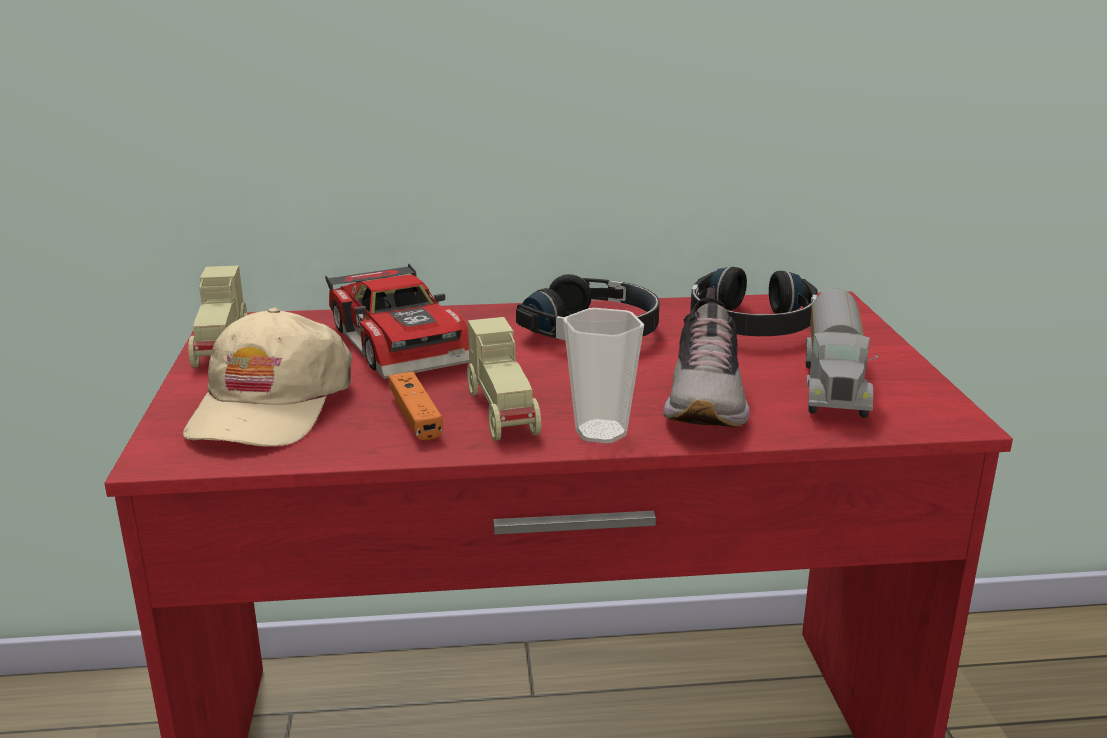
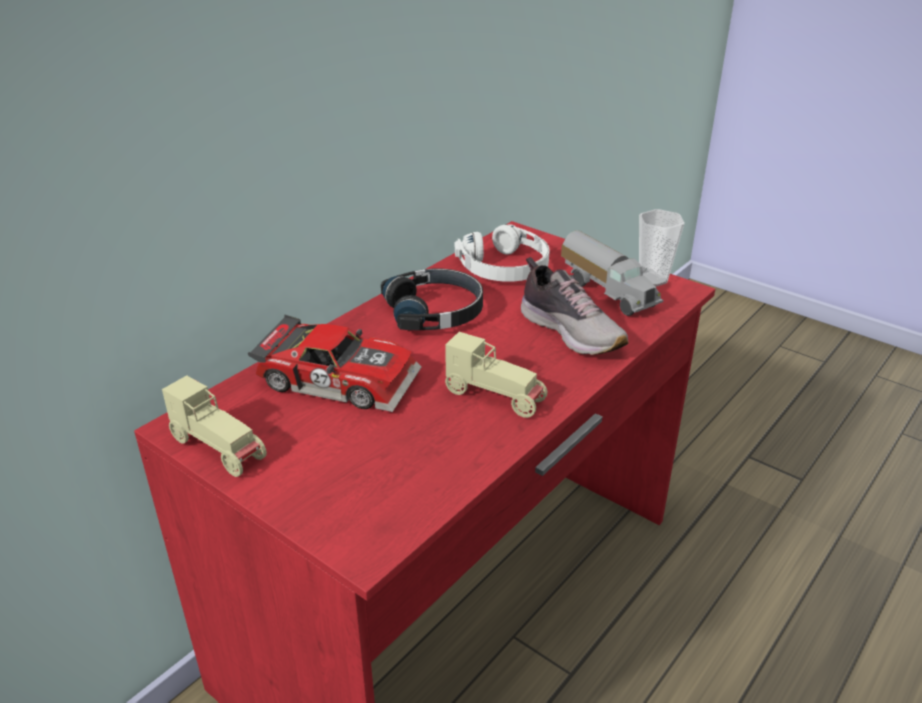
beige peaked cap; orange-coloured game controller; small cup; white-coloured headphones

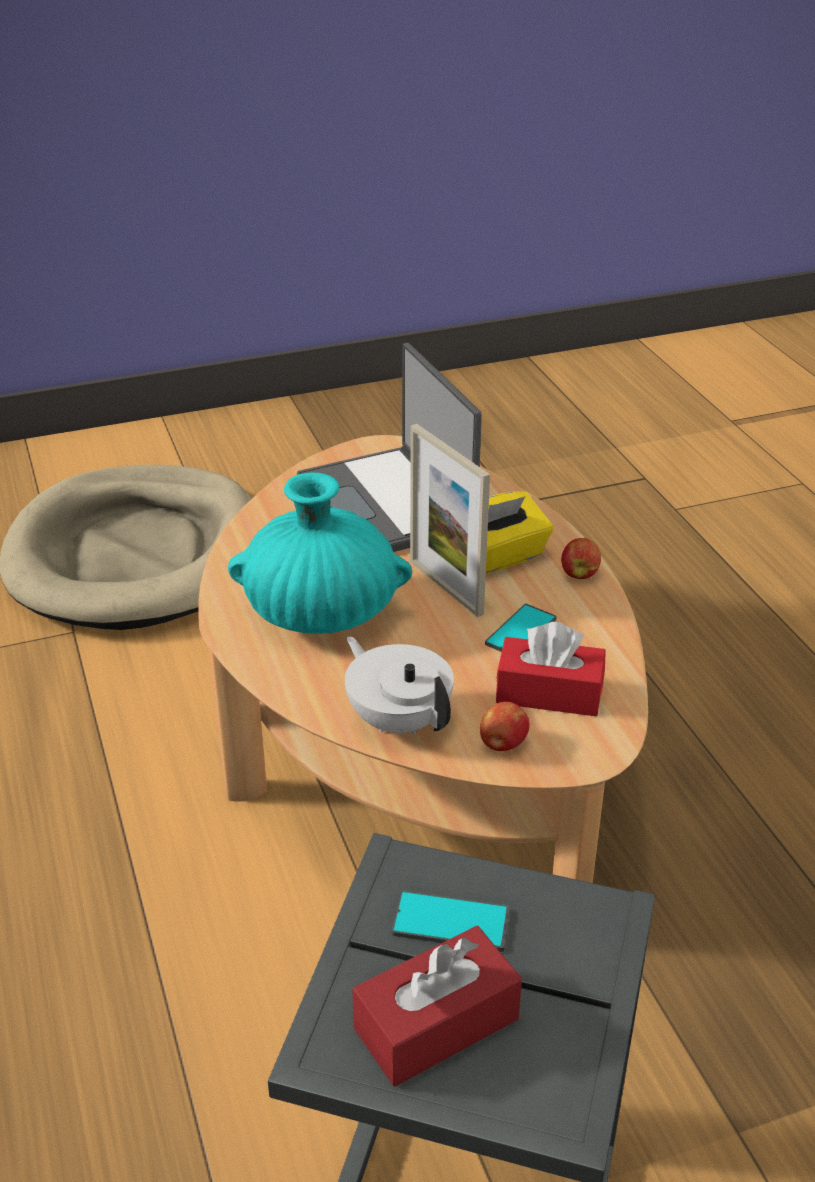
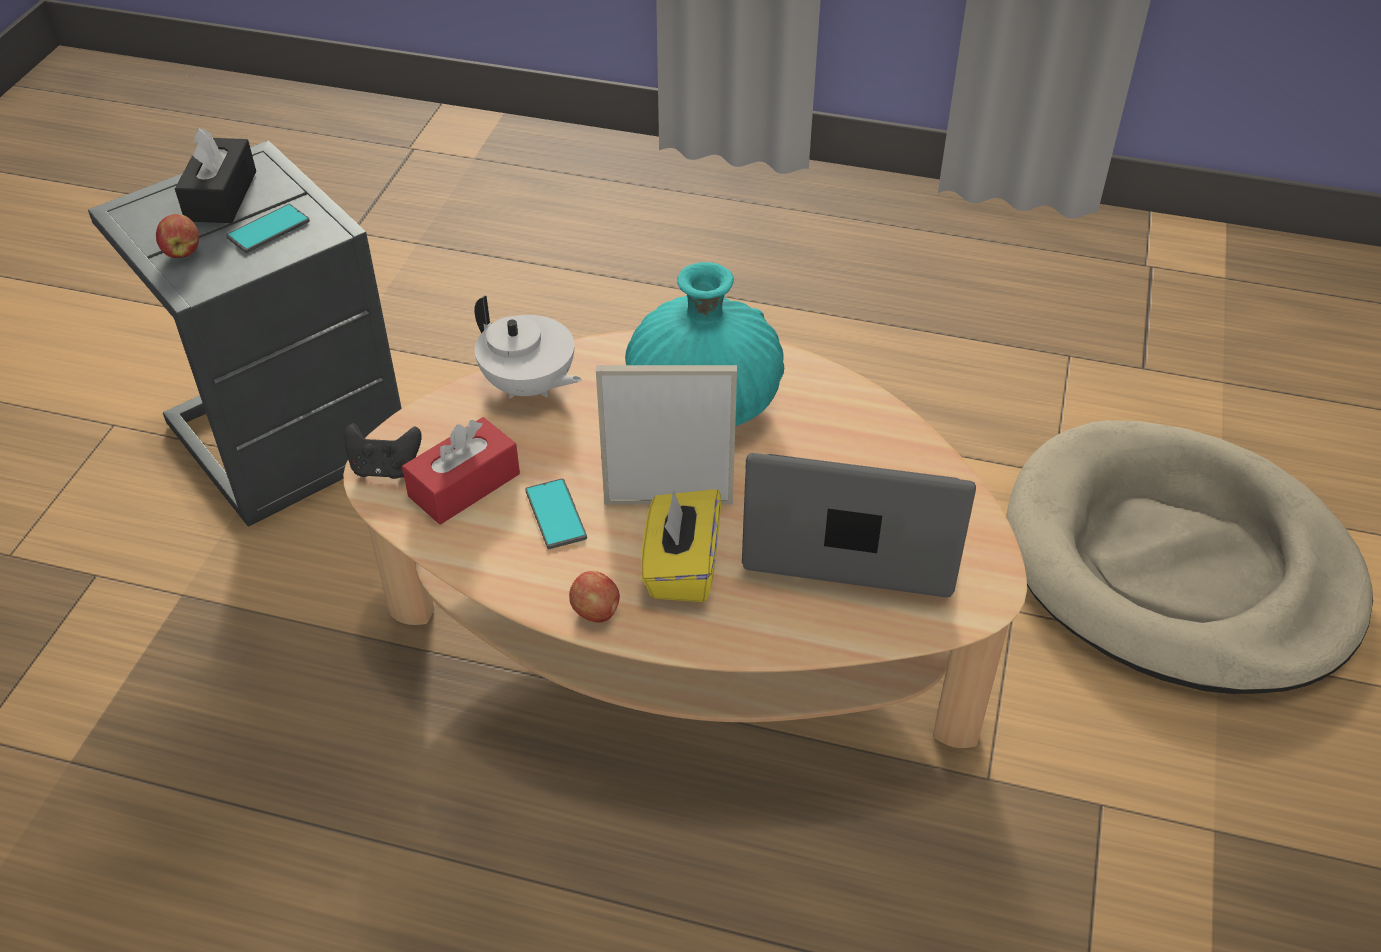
white-coloured tea pot; black tissue holder; whole apple (1st from left); black game controller

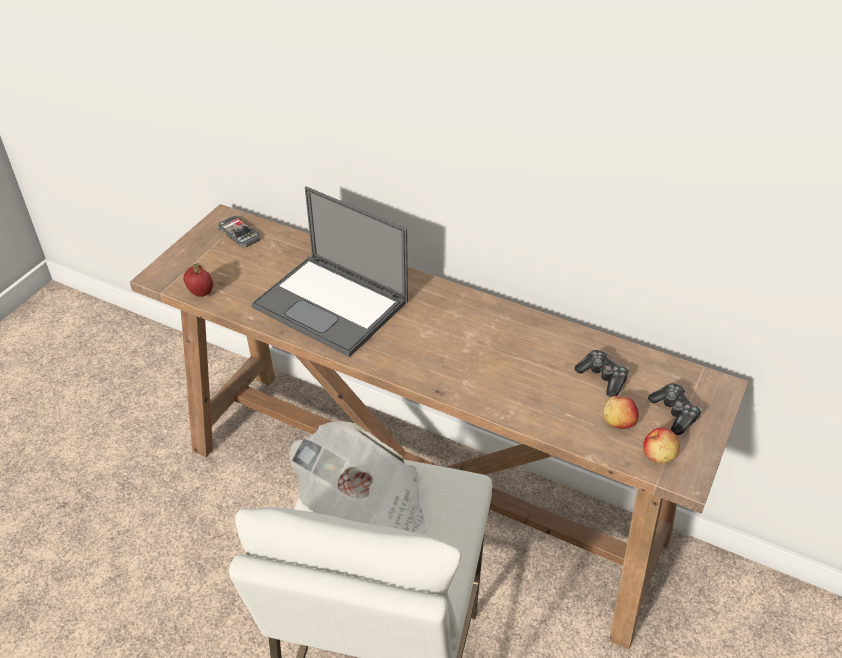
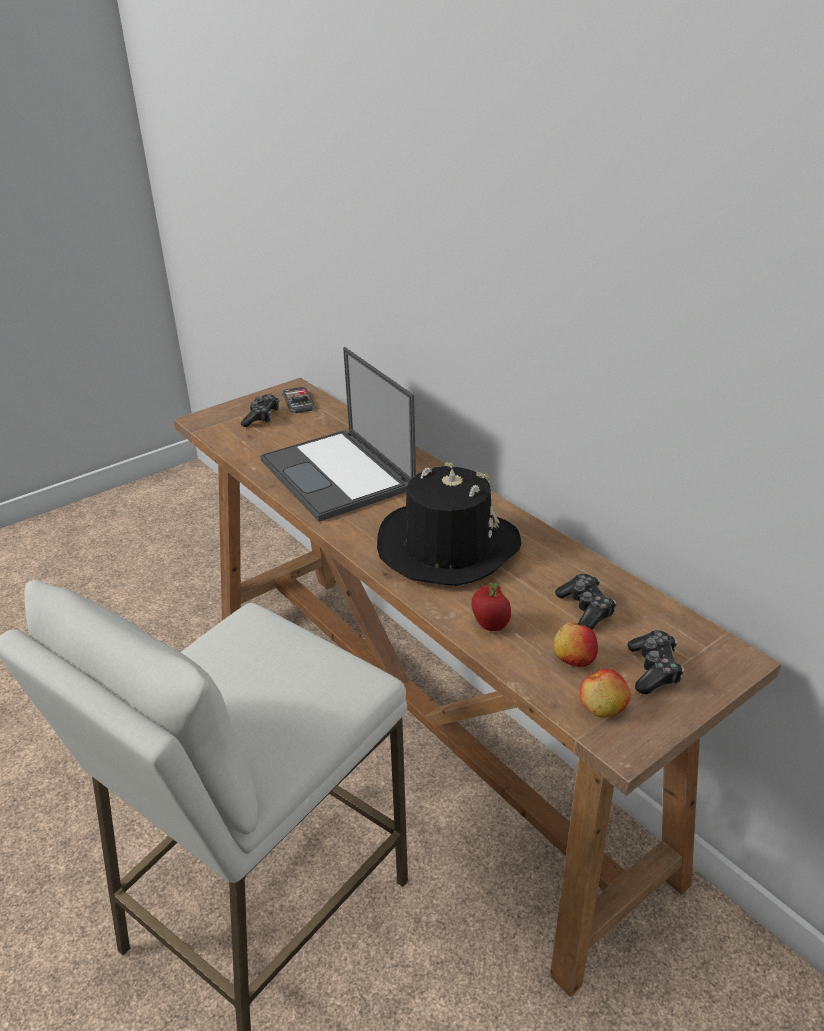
whole apple (1st from left); daily paper; game controller (1st from left); black clothing hat

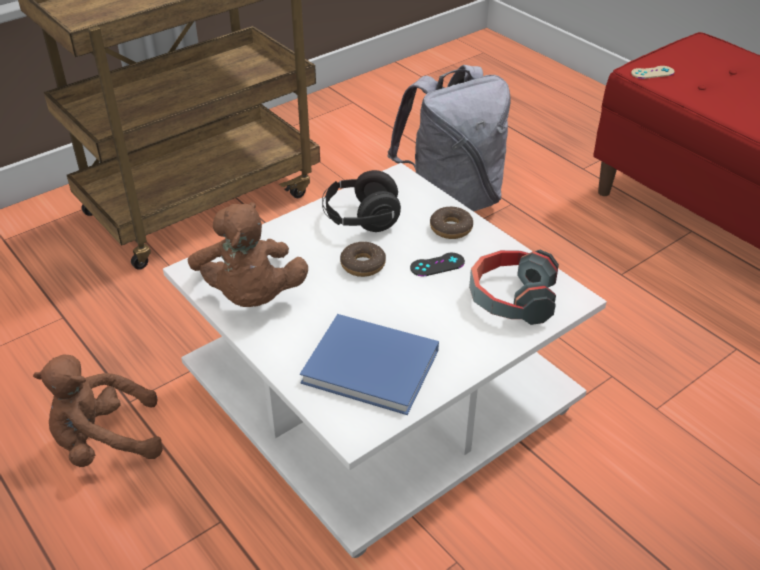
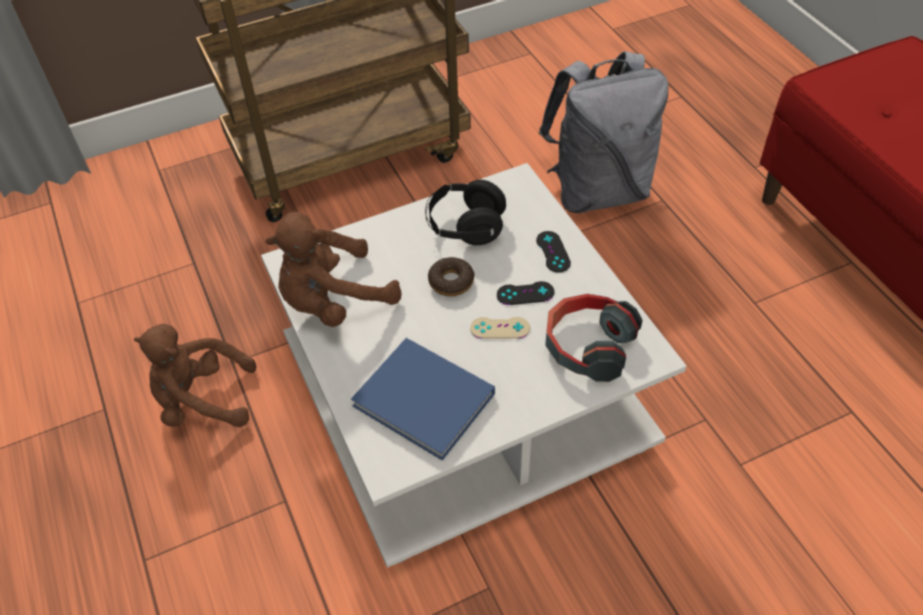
brownish plush toy (2nd from left); black game controller (2nd from left); beige game controller

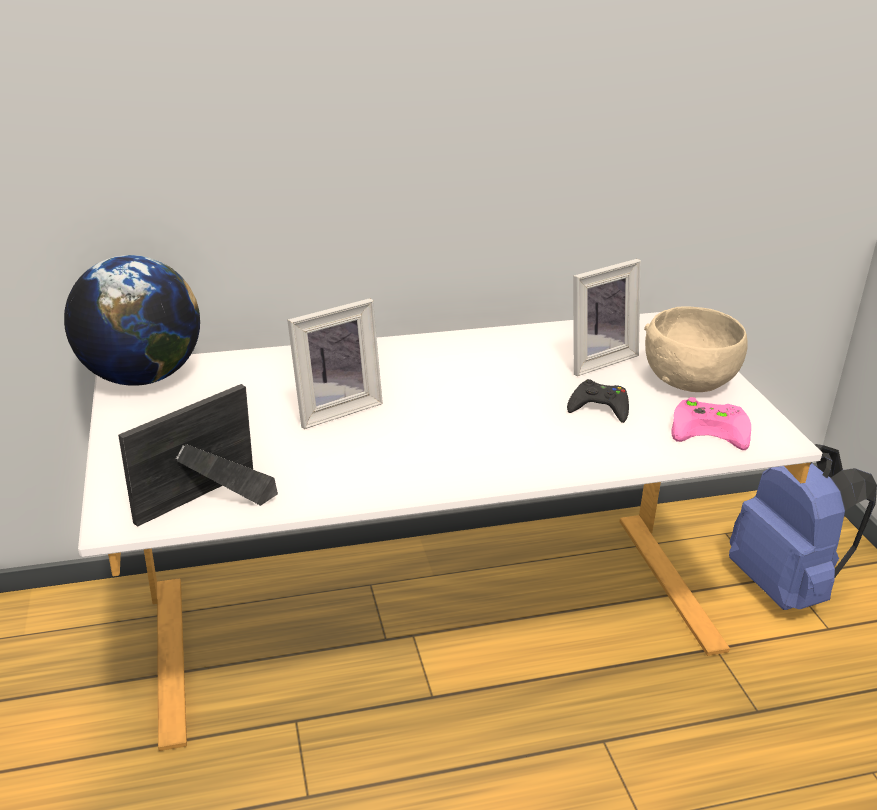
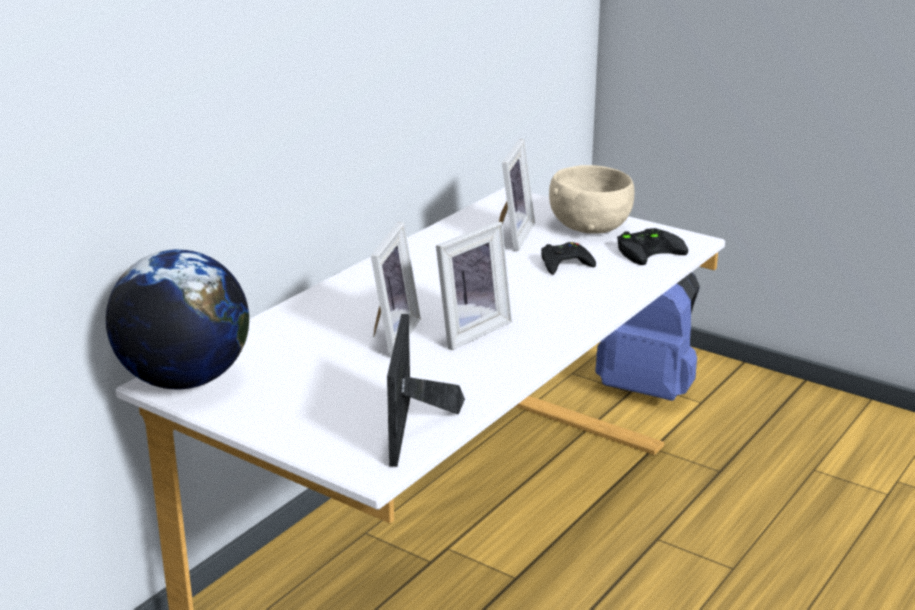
black game controller (2nd from left); picture frame (3rd from left)

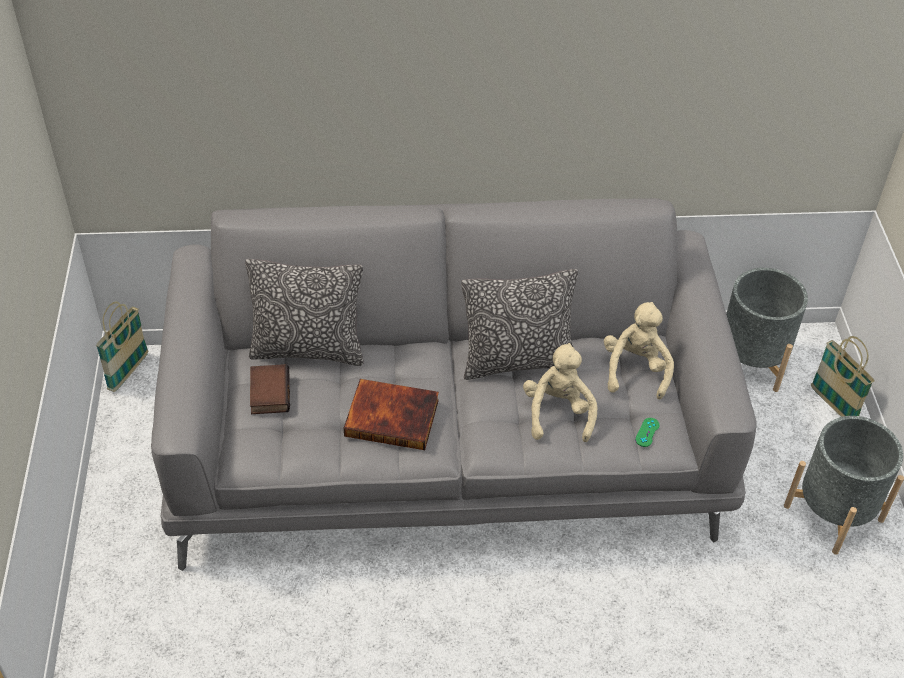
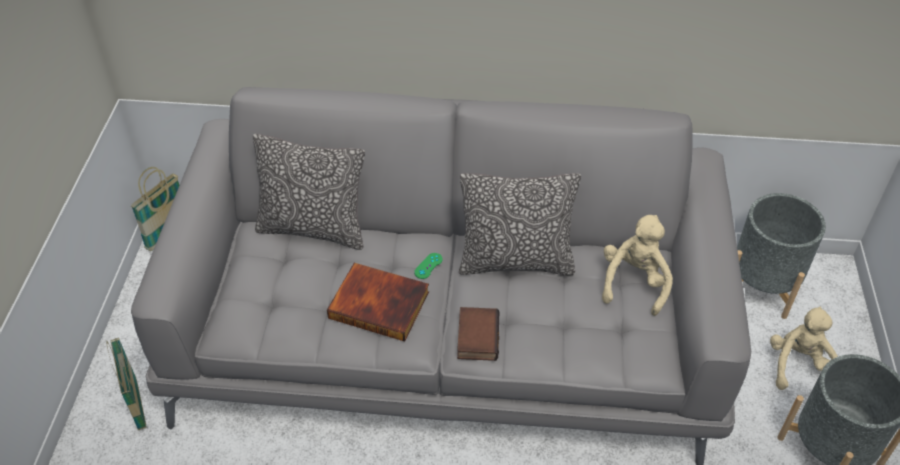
book (2nd from left); beige plush toy (2nd from left); green game controller; household basket (1st from left)

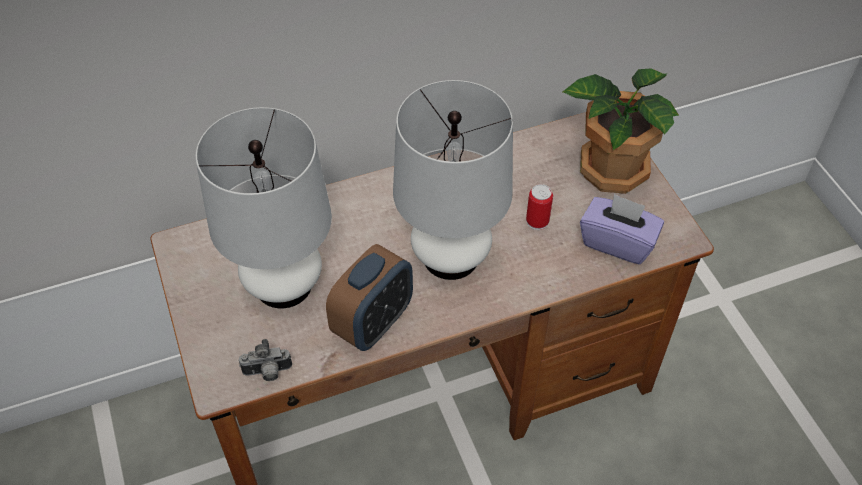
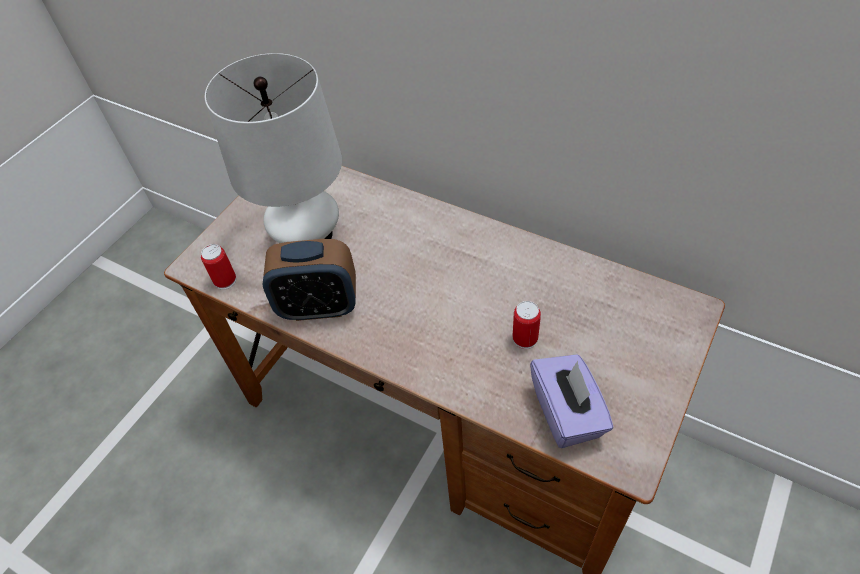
metal can (1st from left); white-coloured table lamp (2nd from left in the first image); plant in a pot

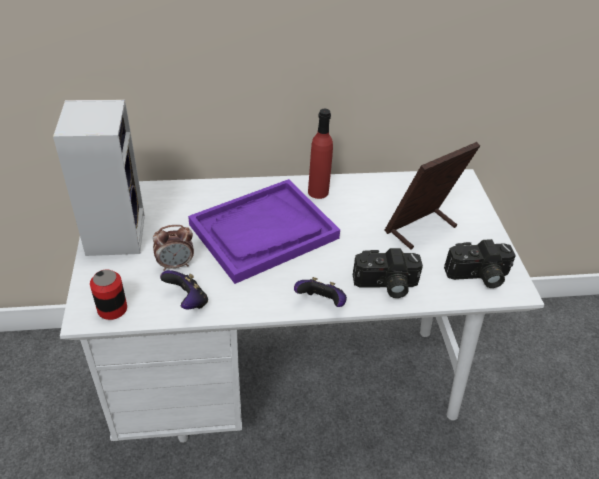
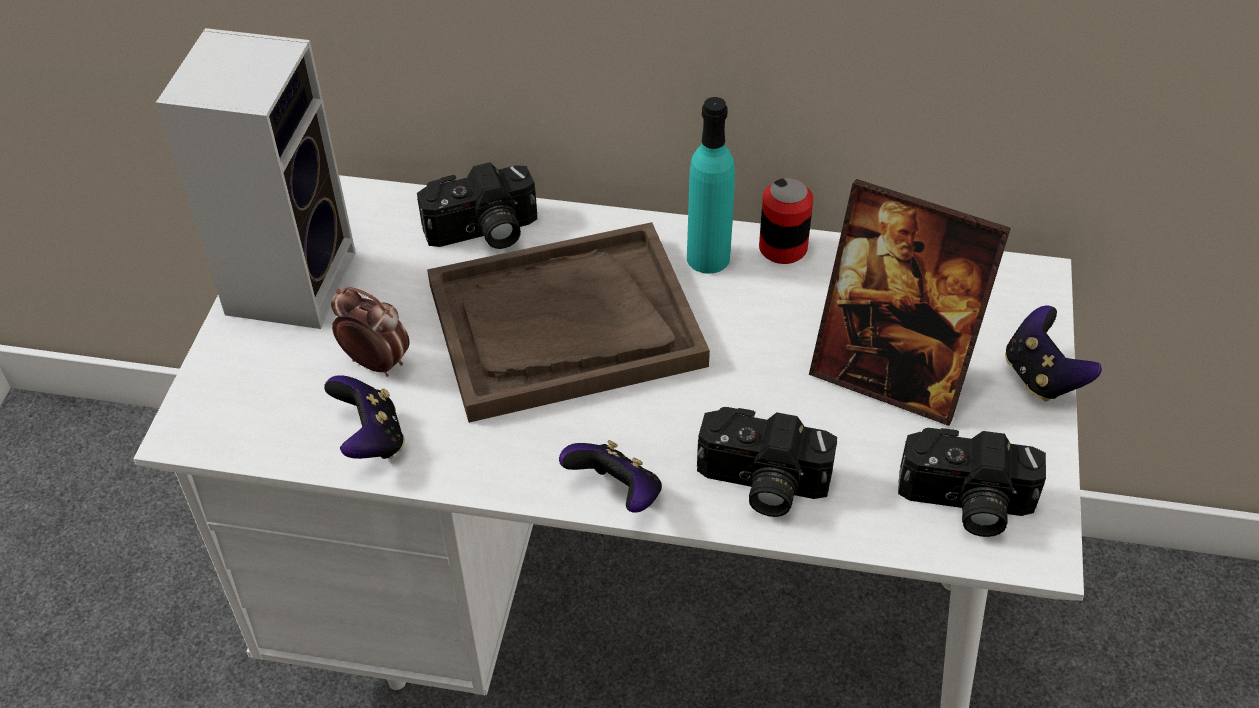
metal can; alarm clock; brownish tray; blue-green bottle; picture frame; still camera (1st from left); game controller (3rd from left)

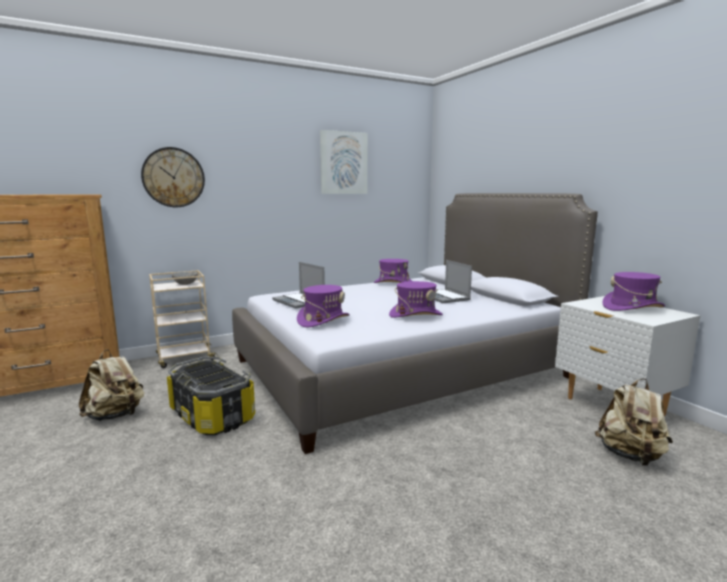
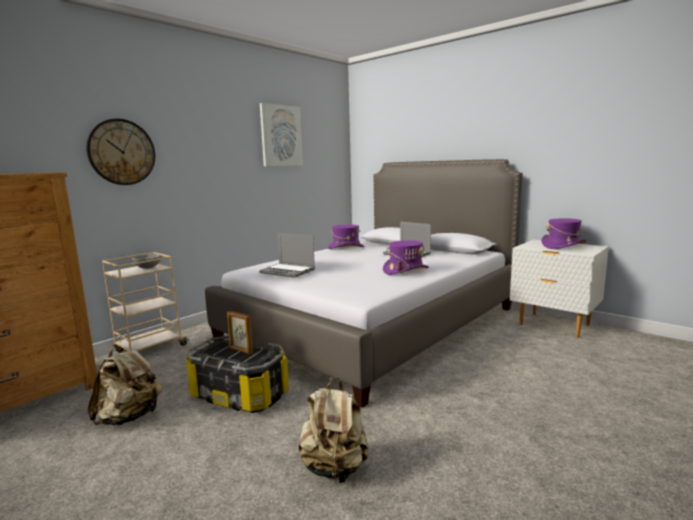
purplish clothing hat (1st from left in the first image); beige knapsack (2nd from left); picture frame

